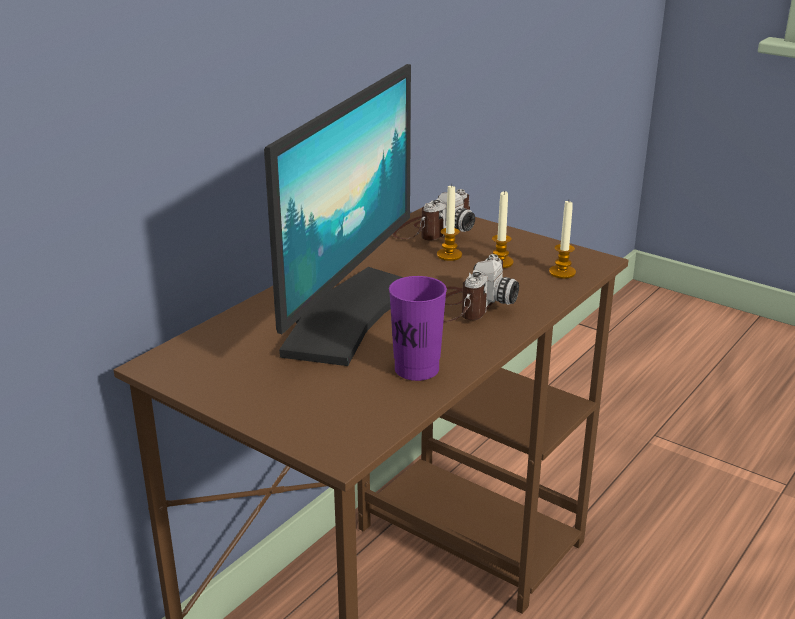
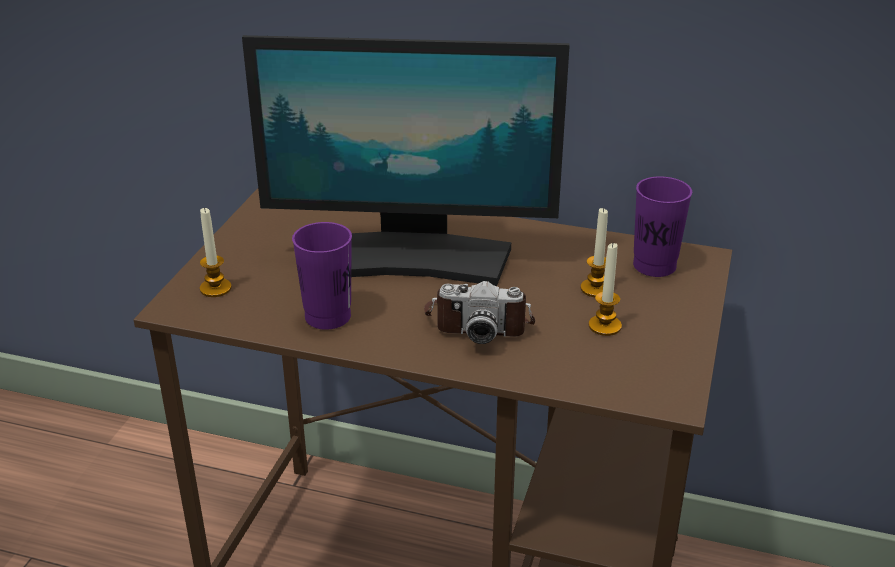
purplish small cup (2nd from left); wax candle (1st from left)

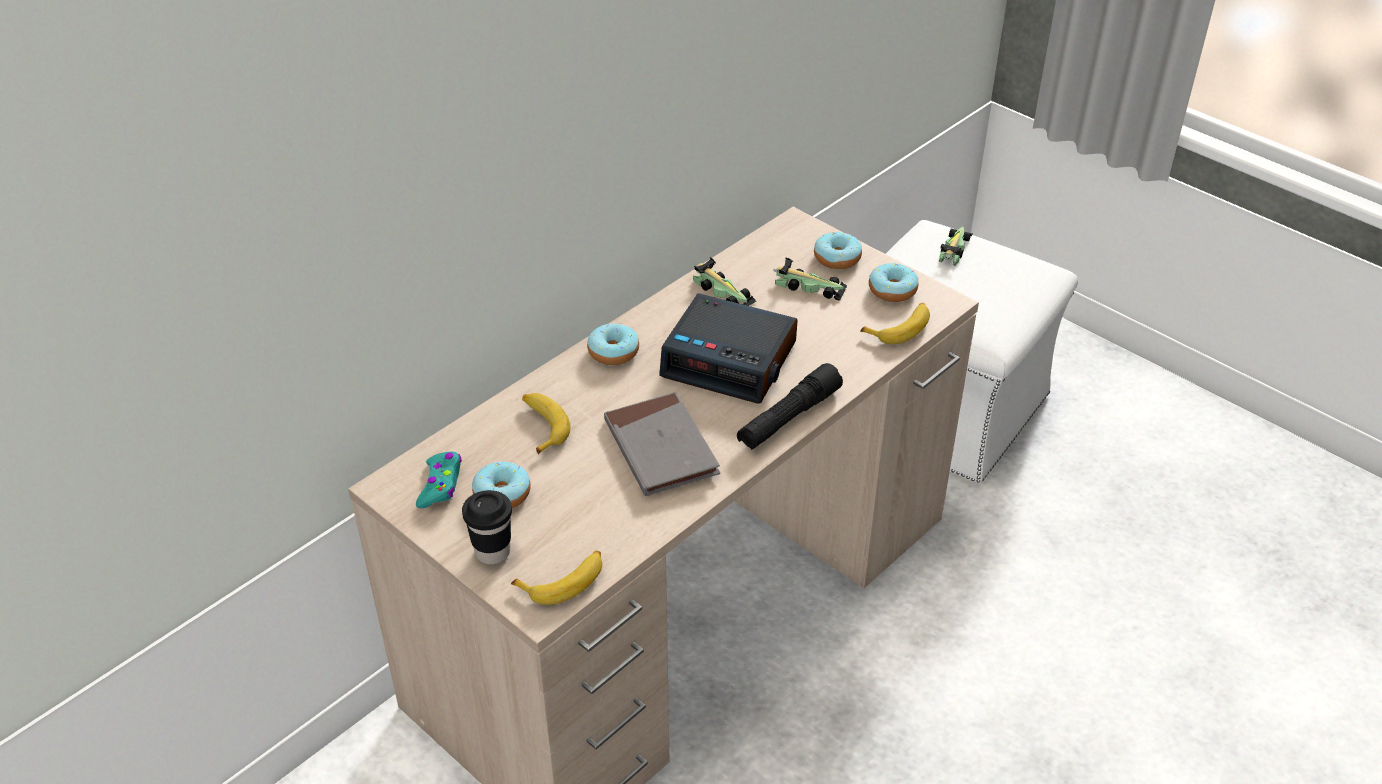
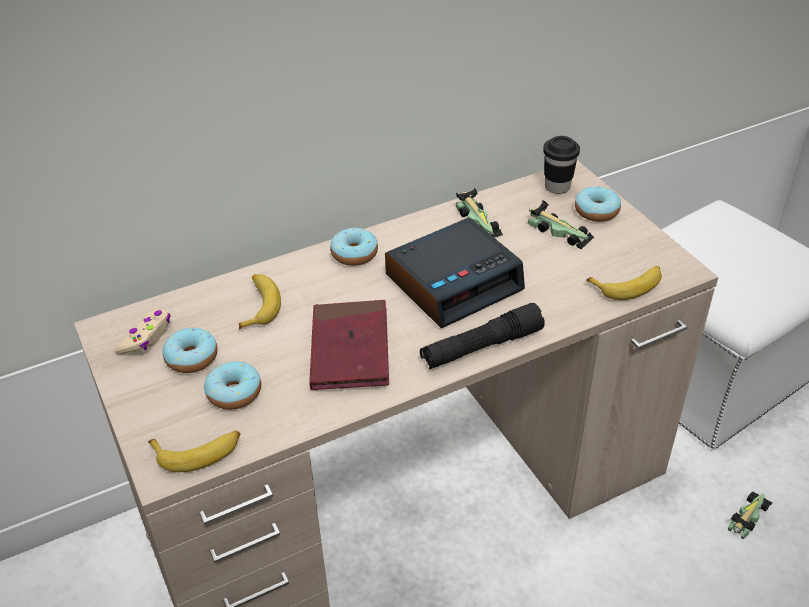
beige game controller; black small cup; red-coloured book; alarm clock; doughnut (2nd from left); miniature car (3rd from left)

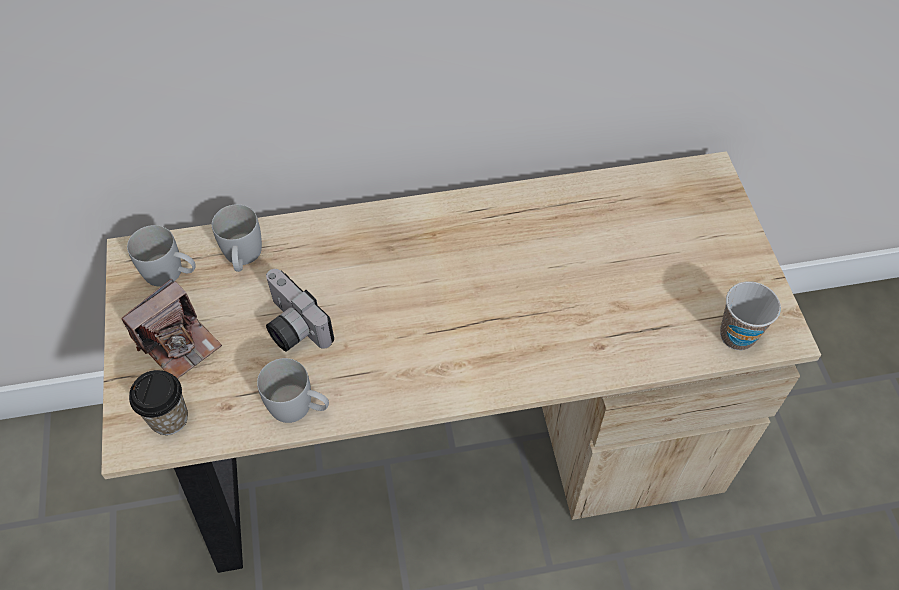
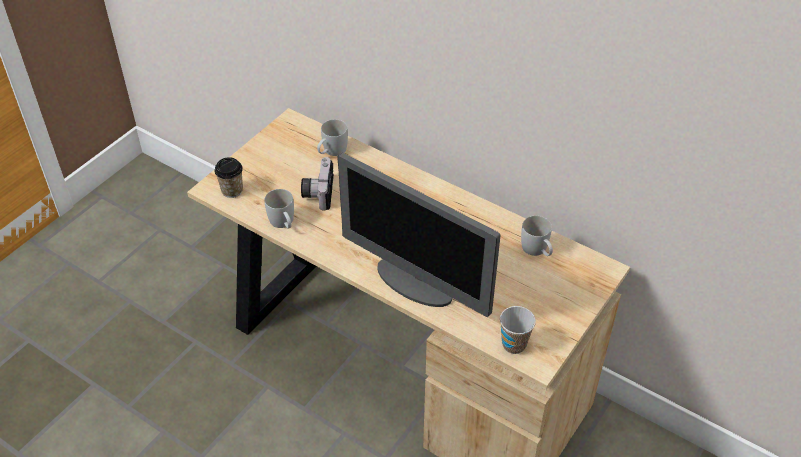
still camera (1st from left in the first image); white-coloured coffee mug (3rd from left); computer screen

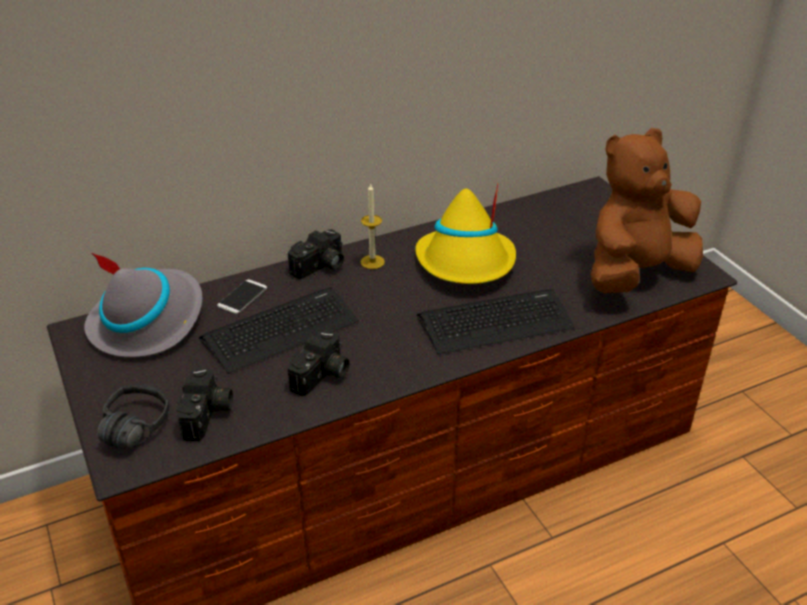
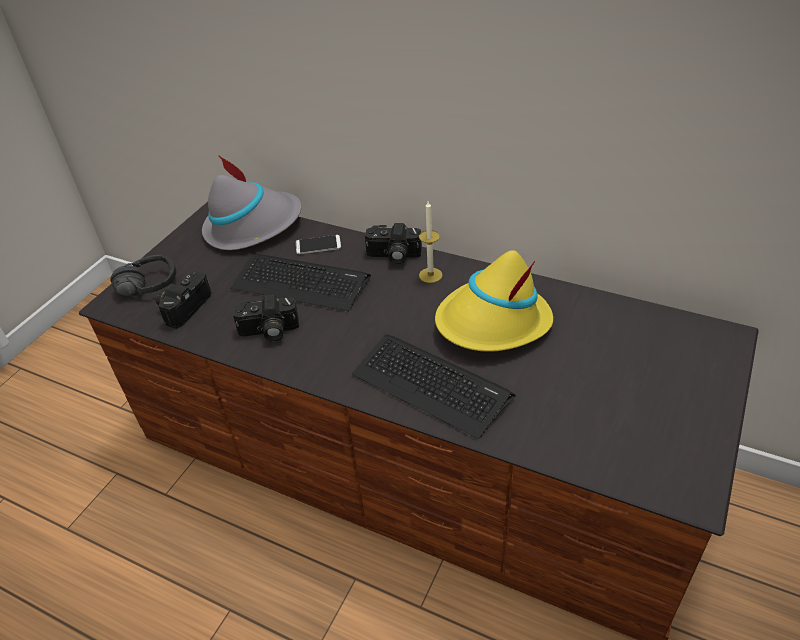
still camera (1st from left); brownish plush toy

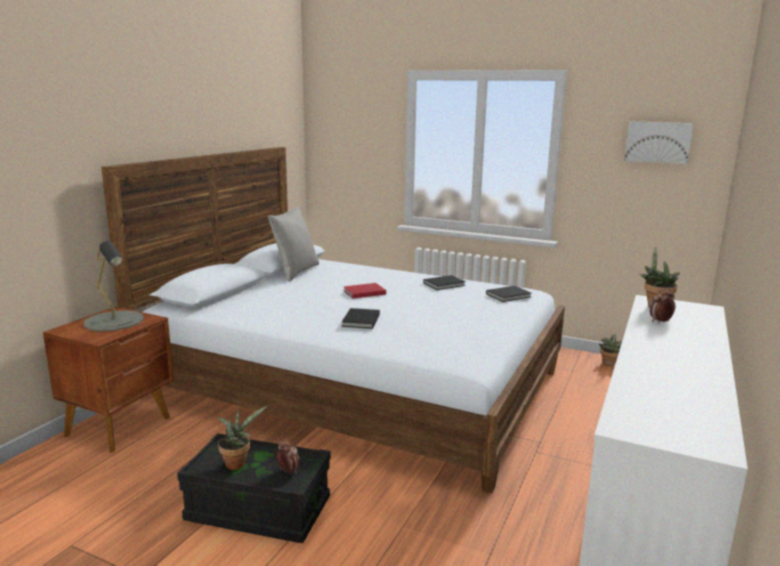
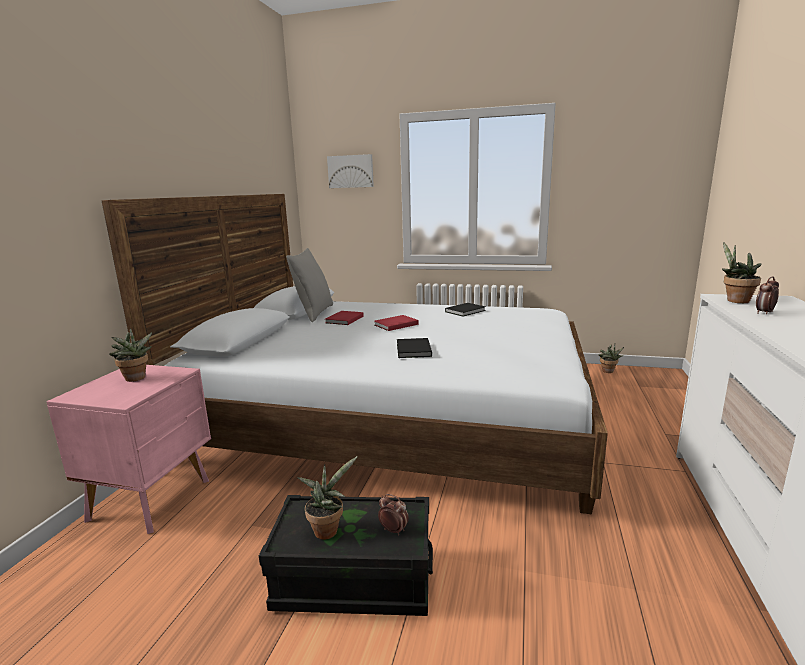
pink nightstand; plant in a pot (1st from left); black book (3rd from left in the first image); picture; red-coloured book (1st from left)

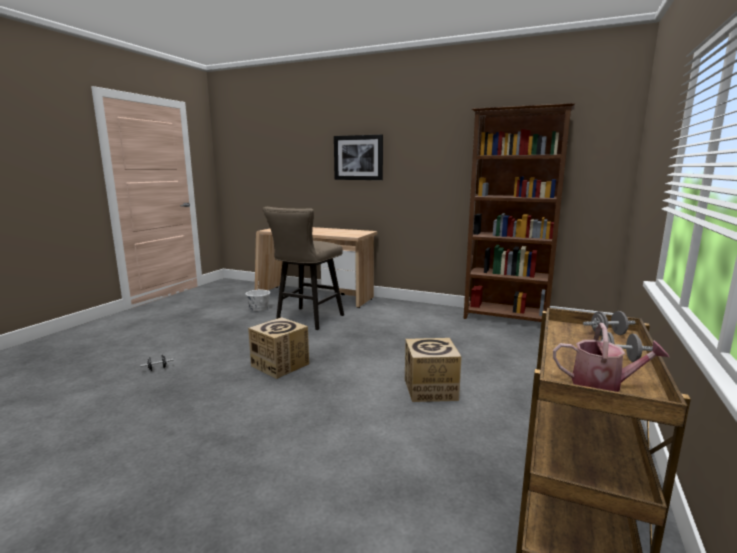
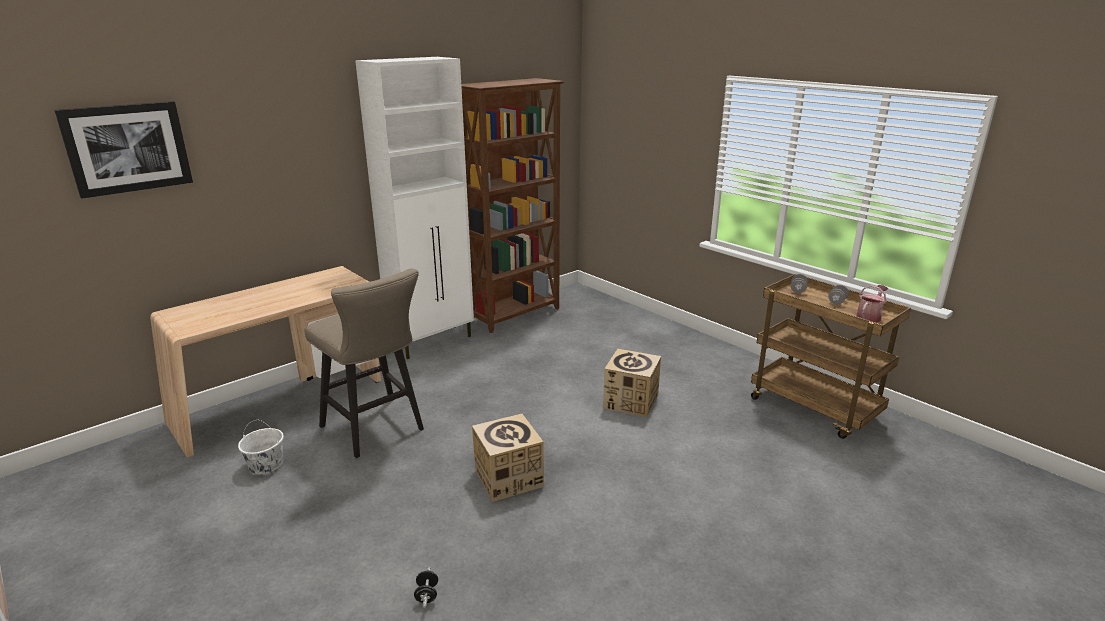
picture; white-coloured cabinet

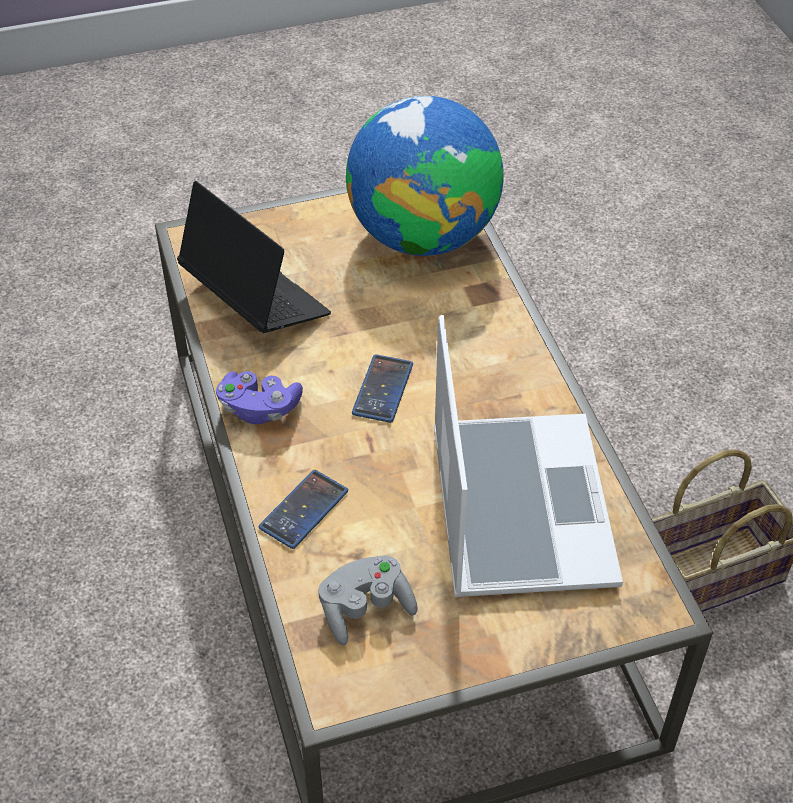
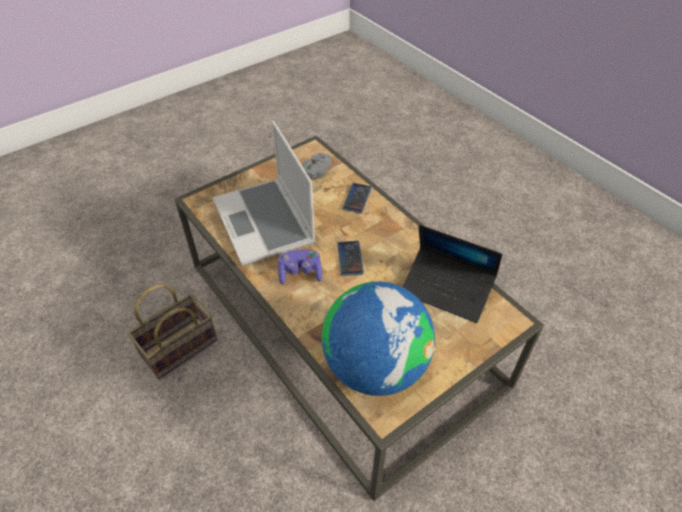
purplish game controller

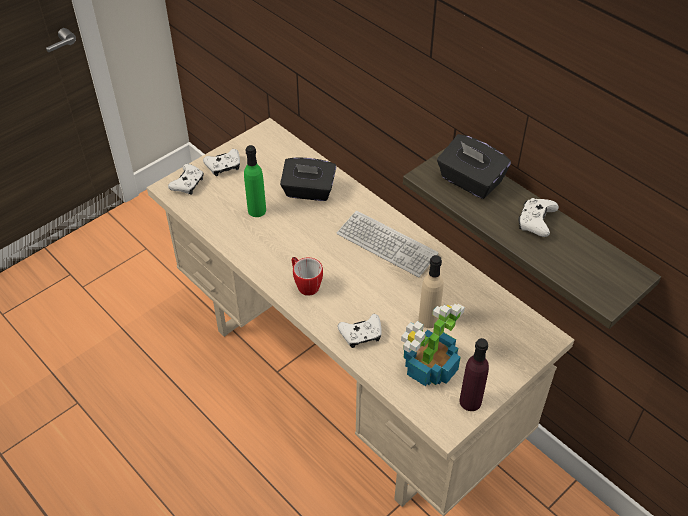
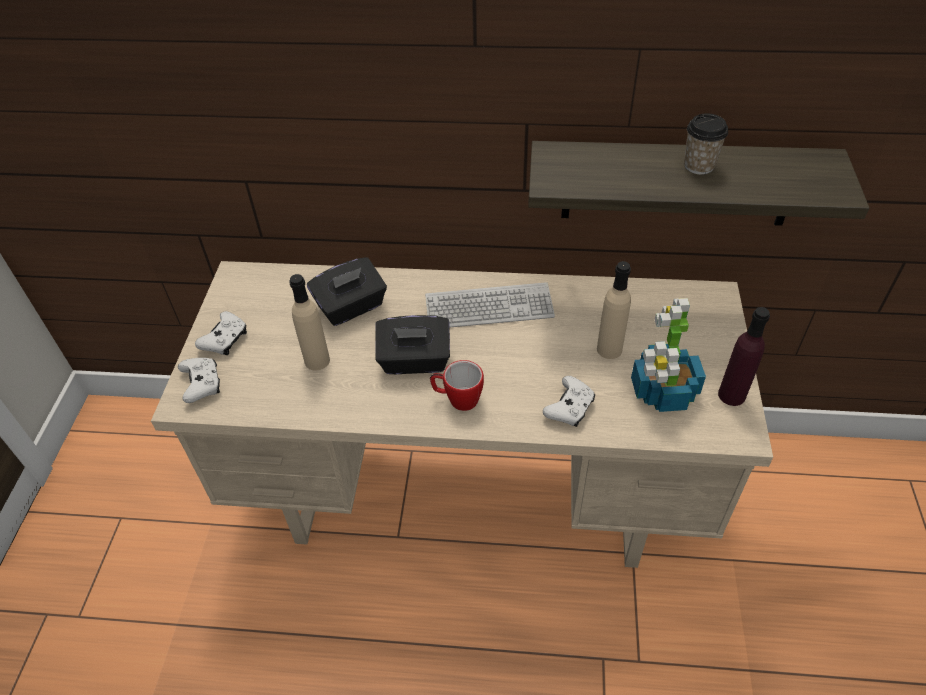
beige bottle (1st from left); black tissue holder (2nd from left); small cup

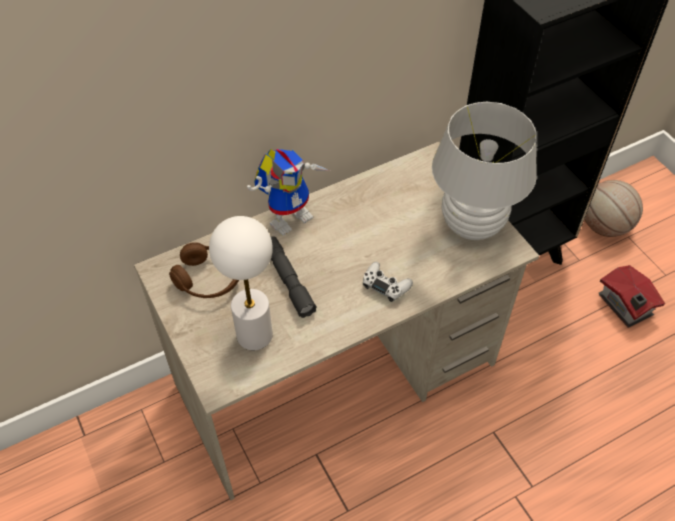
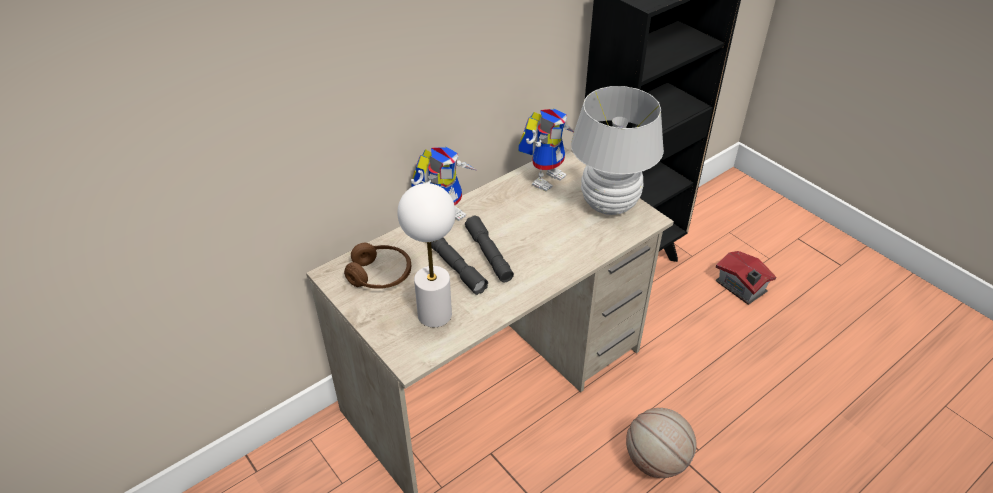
white-coloured game controller; basketball; greyish flashlight (2nd from left); robot figure (2nd from left)

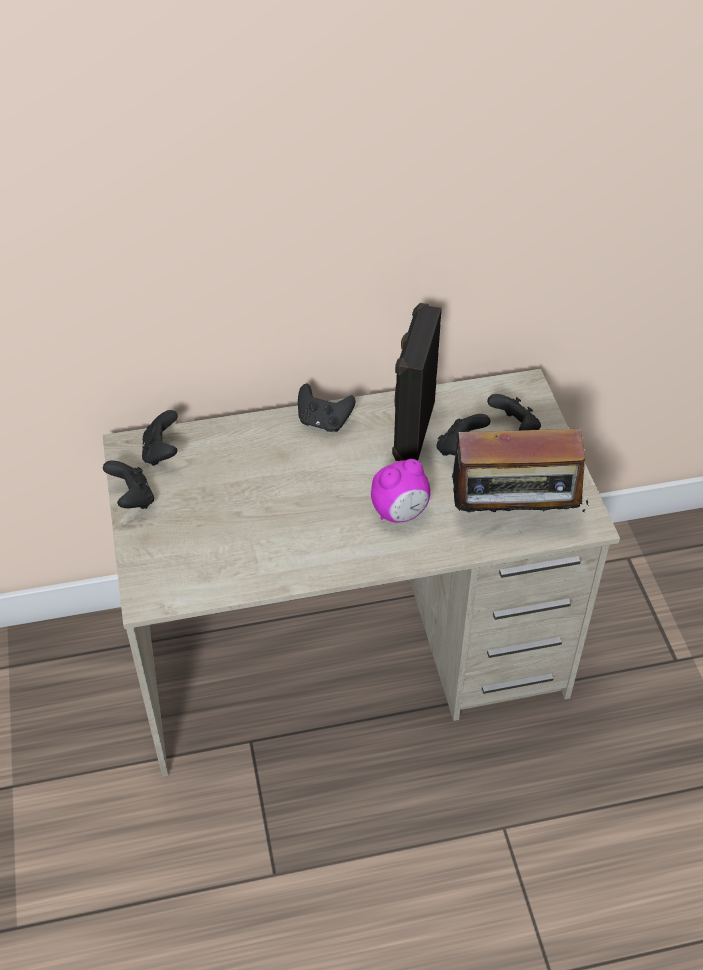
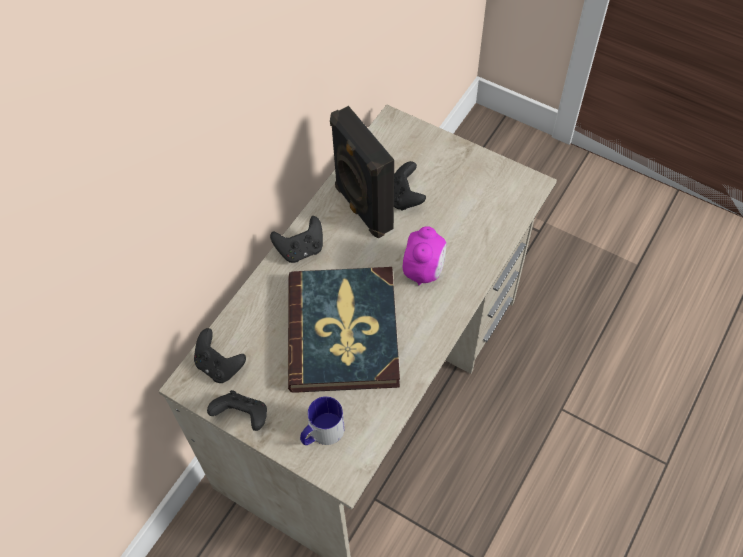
radio set; black game controller (5th from left in the first image); book; coffee mug

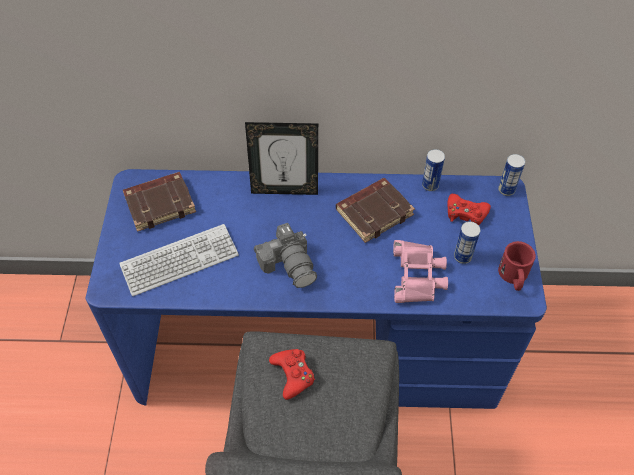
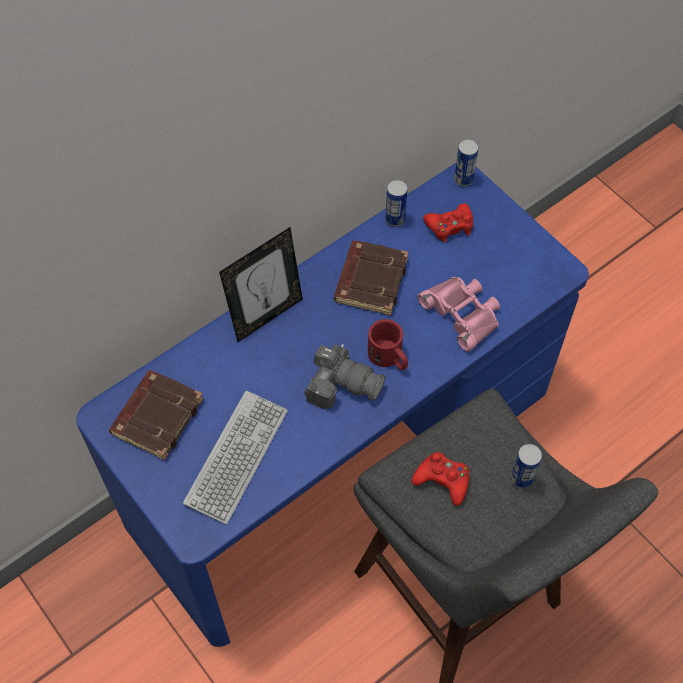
metal can (3rd from left); red-coloured coffee mug

